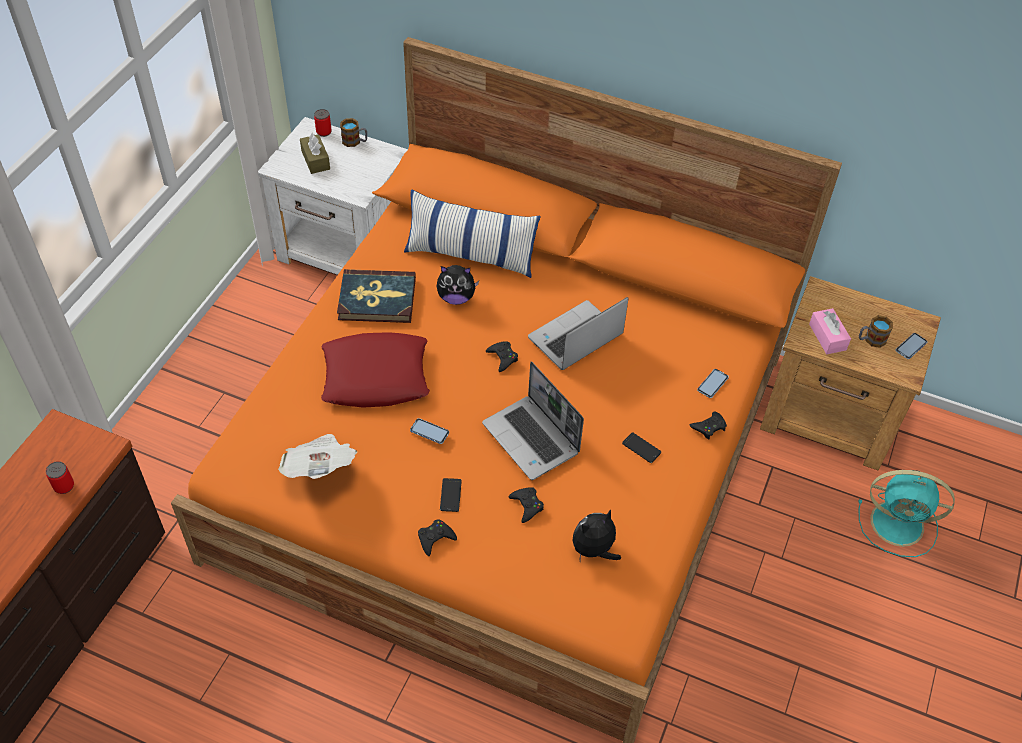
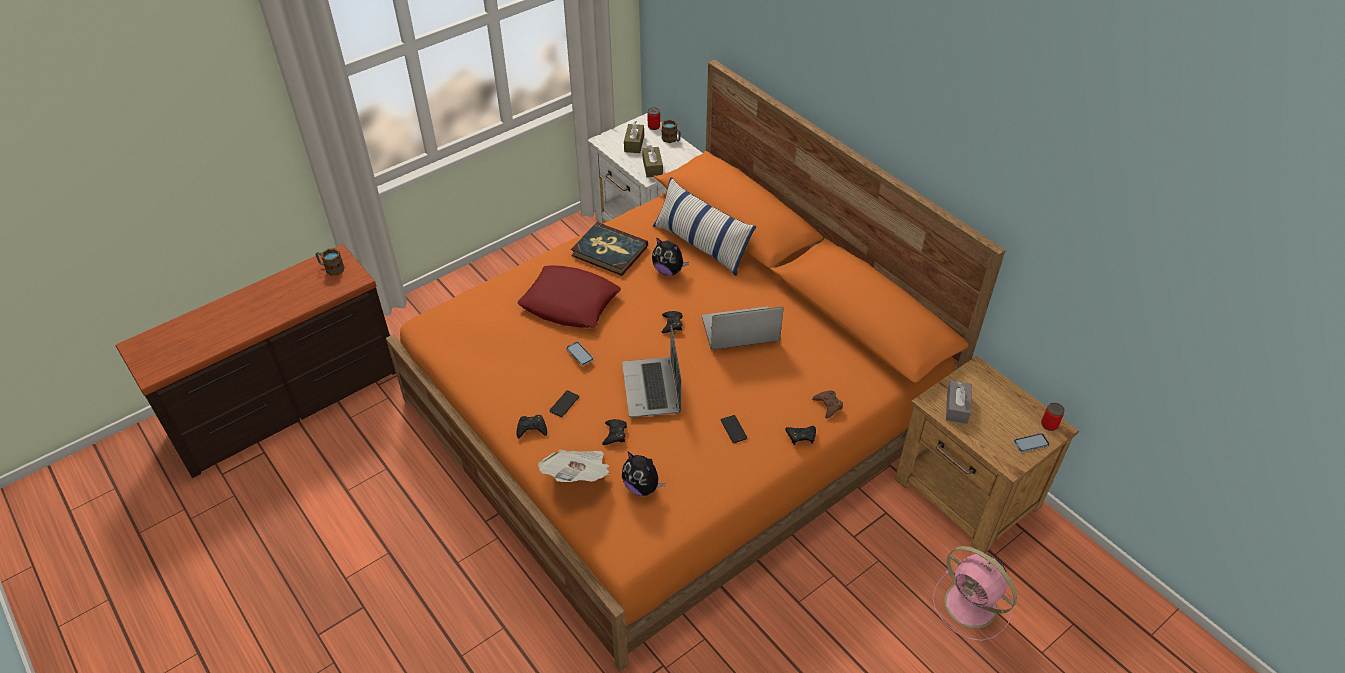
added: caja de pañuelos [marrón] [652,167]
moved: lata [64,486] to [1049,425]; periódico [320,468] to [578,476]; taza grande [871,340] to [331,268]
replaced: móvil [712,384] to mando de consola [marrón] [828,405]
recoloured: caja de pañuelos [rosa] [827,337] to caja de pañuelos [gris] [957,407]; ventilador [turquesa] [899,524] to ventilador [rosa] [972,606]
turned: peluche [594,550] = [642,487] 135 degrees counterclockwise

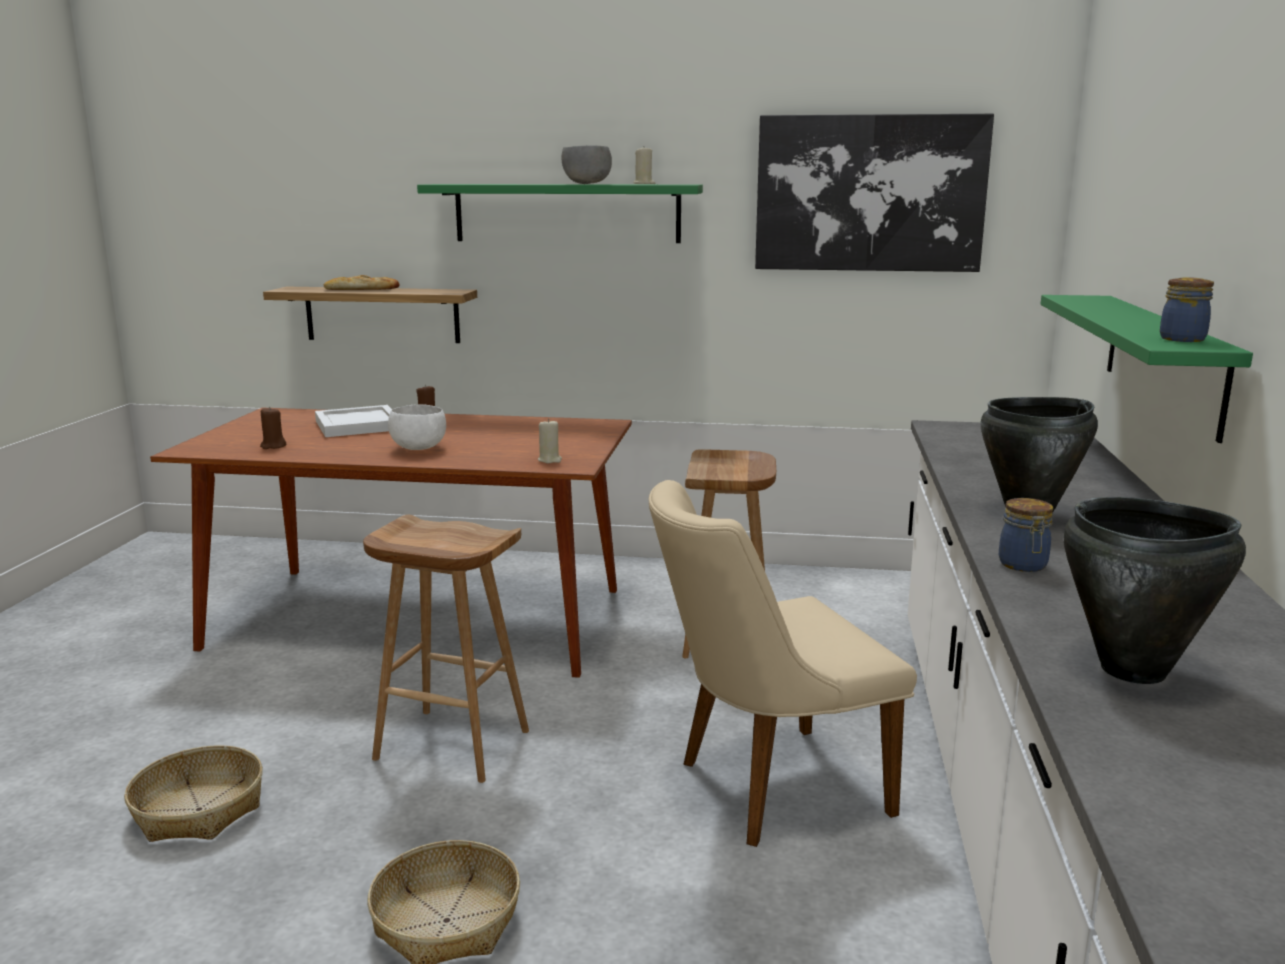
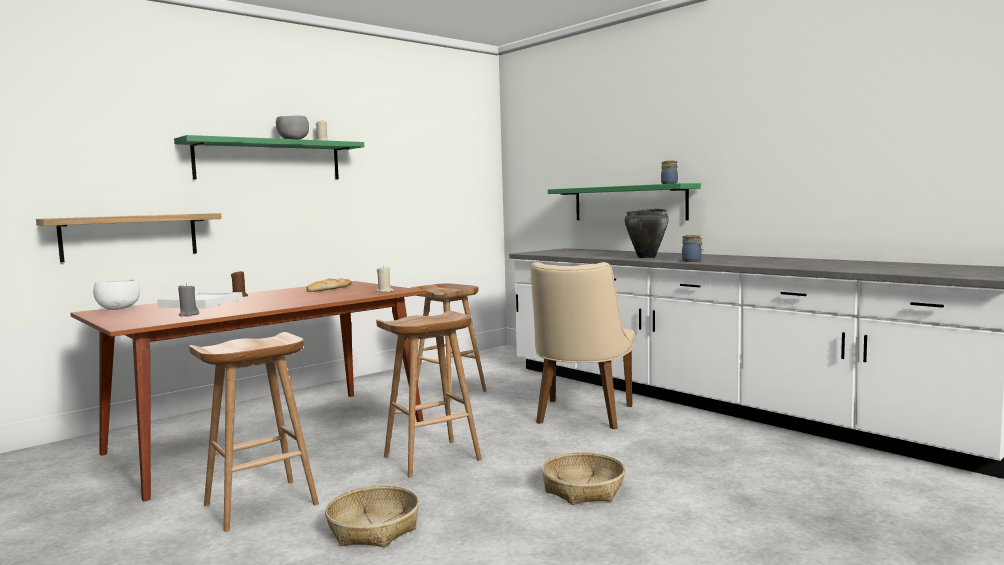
removed: cuadro [869,193]; olla [negro] [1134,671]
added: taburete [marrón] [260,505]
moved: pan [362,289] to [329,289]; cuenco [blanco] [418,448] to [117,309]
recoloured: vela [marrón] [273,446] to vela [gris] [188,315]

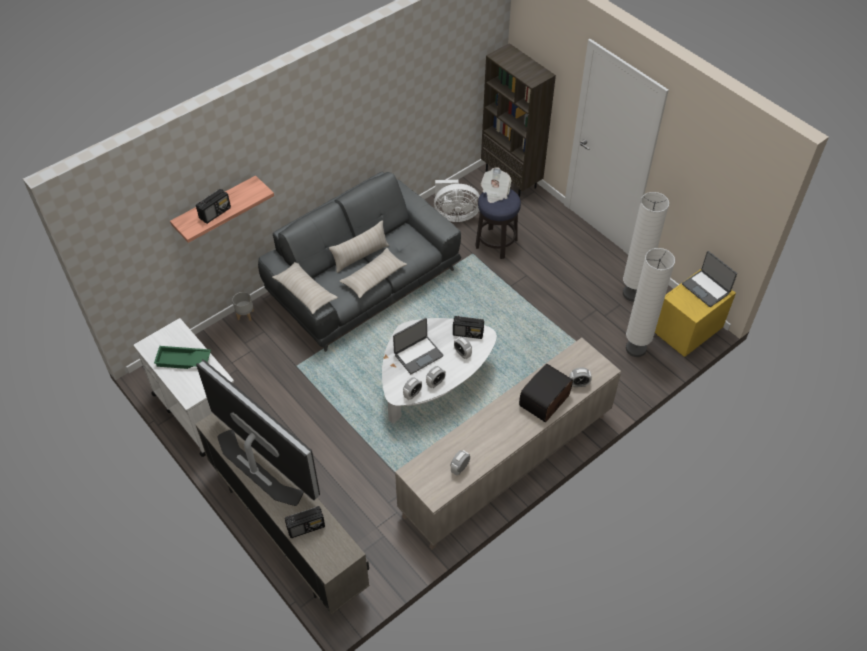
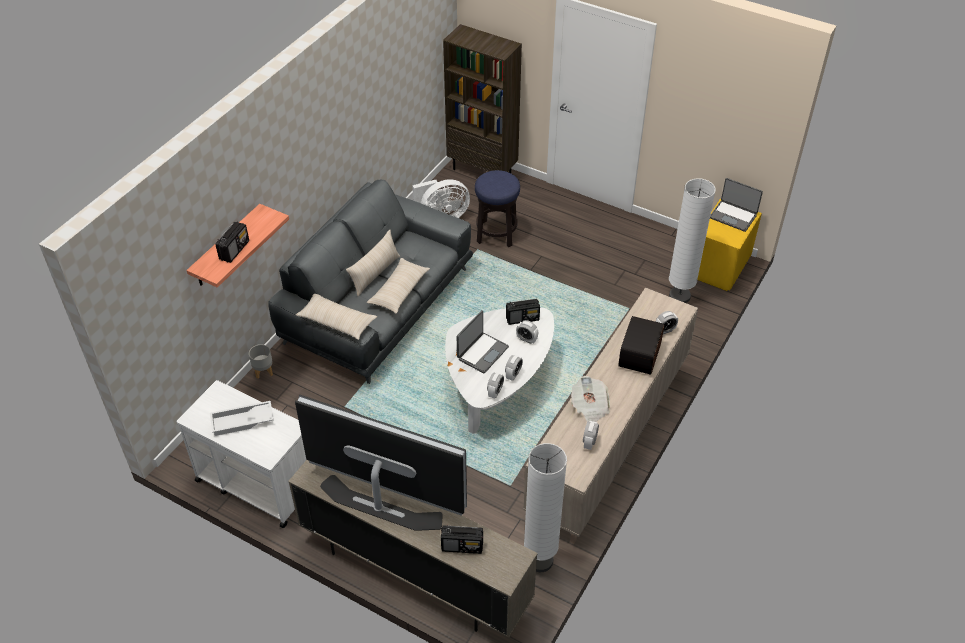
moved: periódico [495,192] to [590,407]; lámpara de pie [blanco] [632,294] to [540,560]
recoloured: bandeja [verde] [183,361] to bandeja [blanco] [242,422]
turned: radio [306,527] = [462,546] 45 degrees clockwise

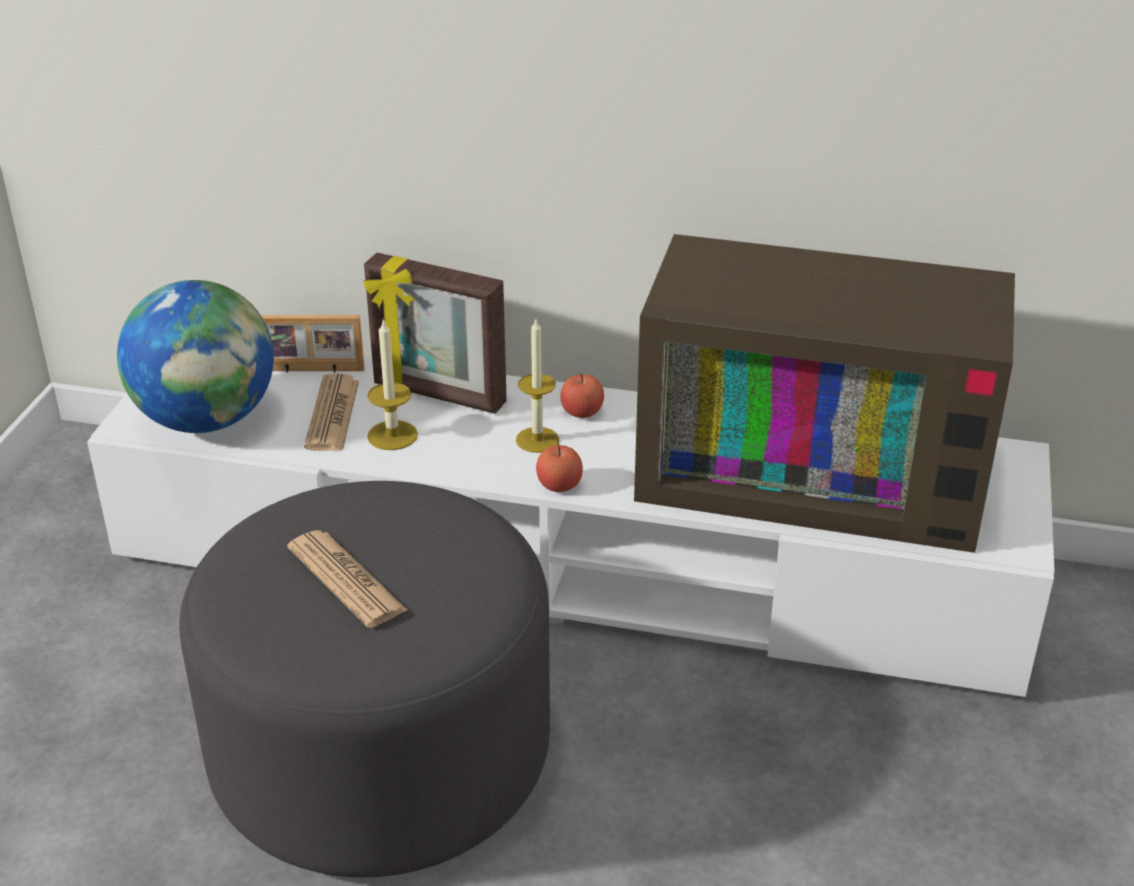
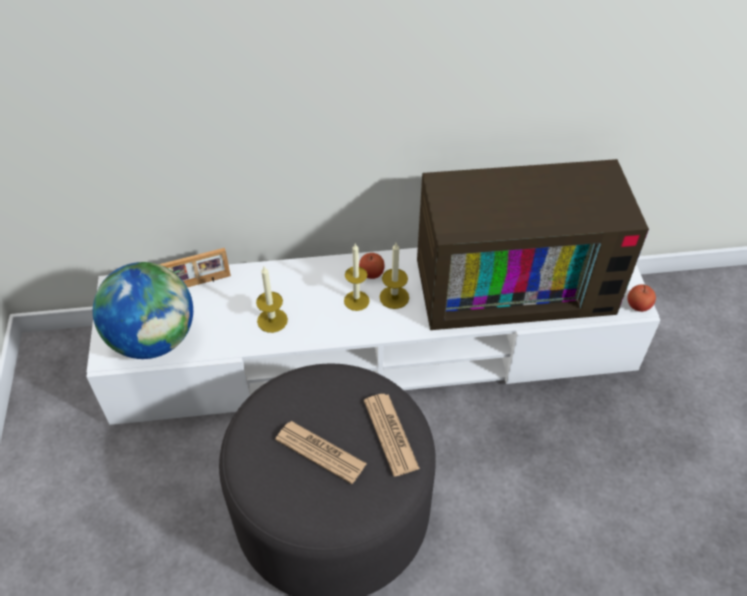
removed: portarretratos [438,395]
added: vela [394,297]
moved: periódico [332,414] to [390,434]; manzana [559,485] to [638,305]

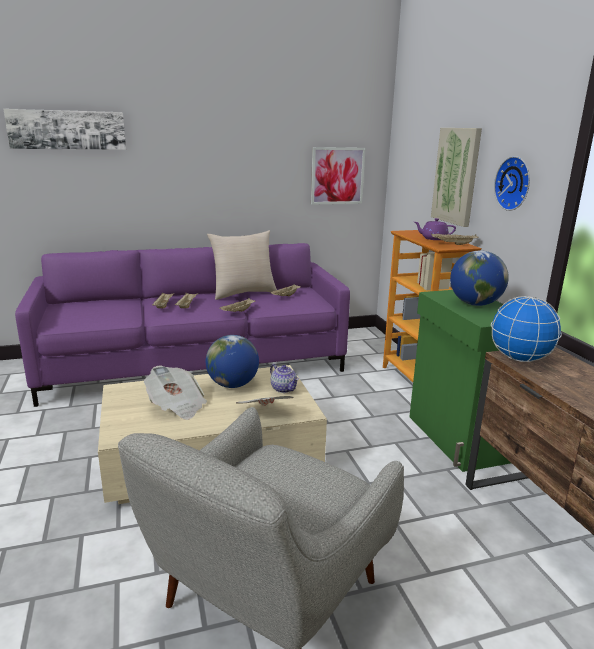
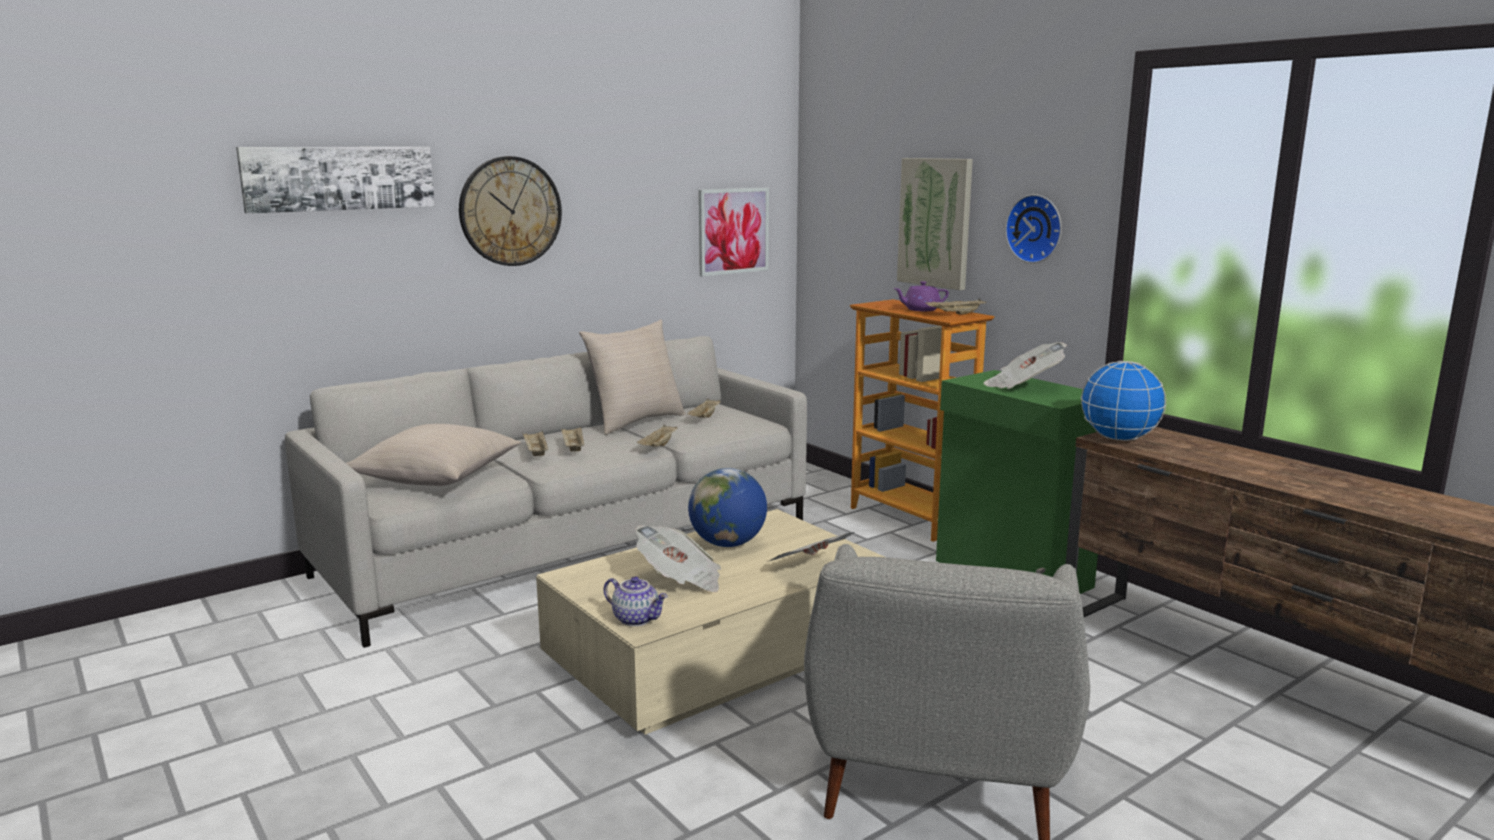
added: cojín [beis] [437,477]; reloj de pared [510,211]
moved: tetera [284,389] to [637,619]
replaced: globo terráqueo [475,304] to periódico [1023,386]
recoloured: sofá [morado] [194,365] to sofá [gris] [572,548]

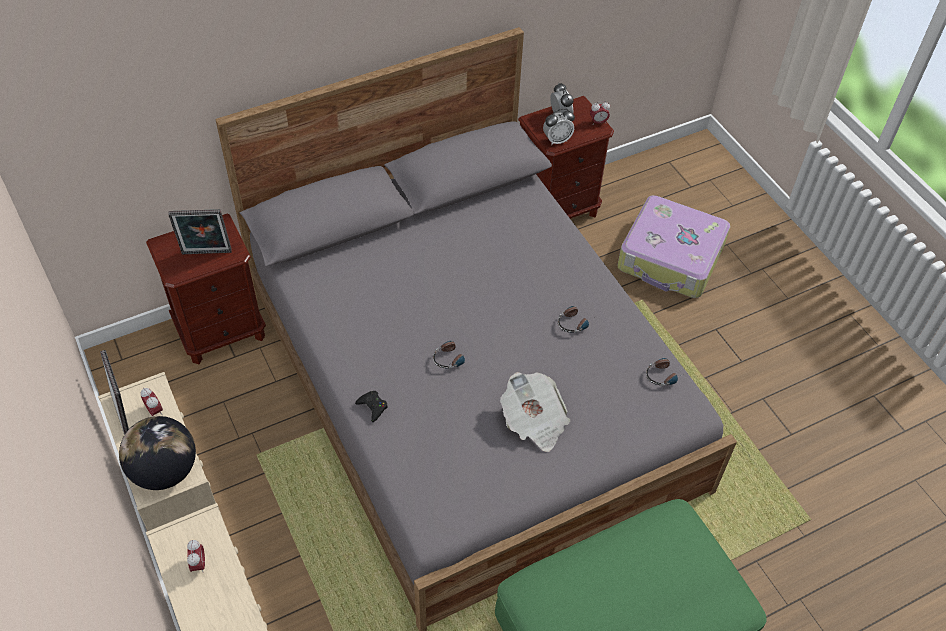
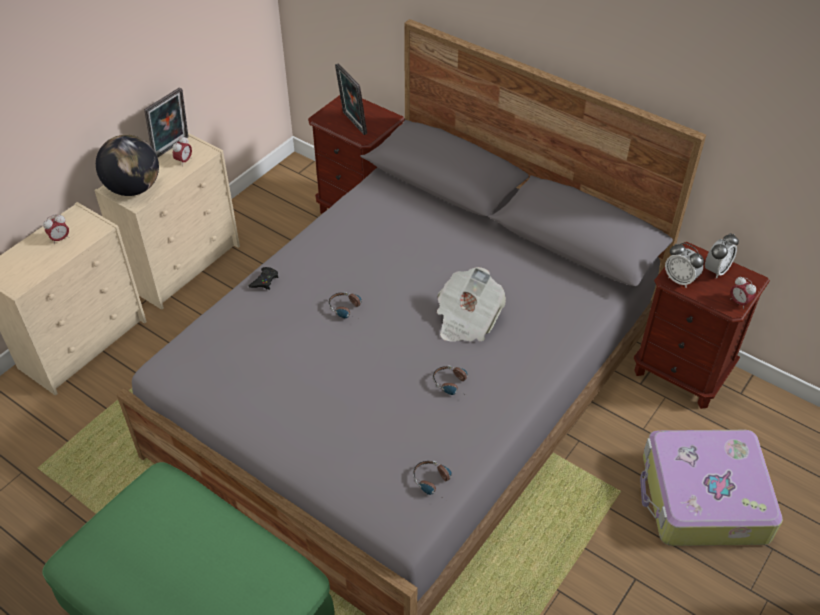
moved: periódico [534,421] to [467,319]

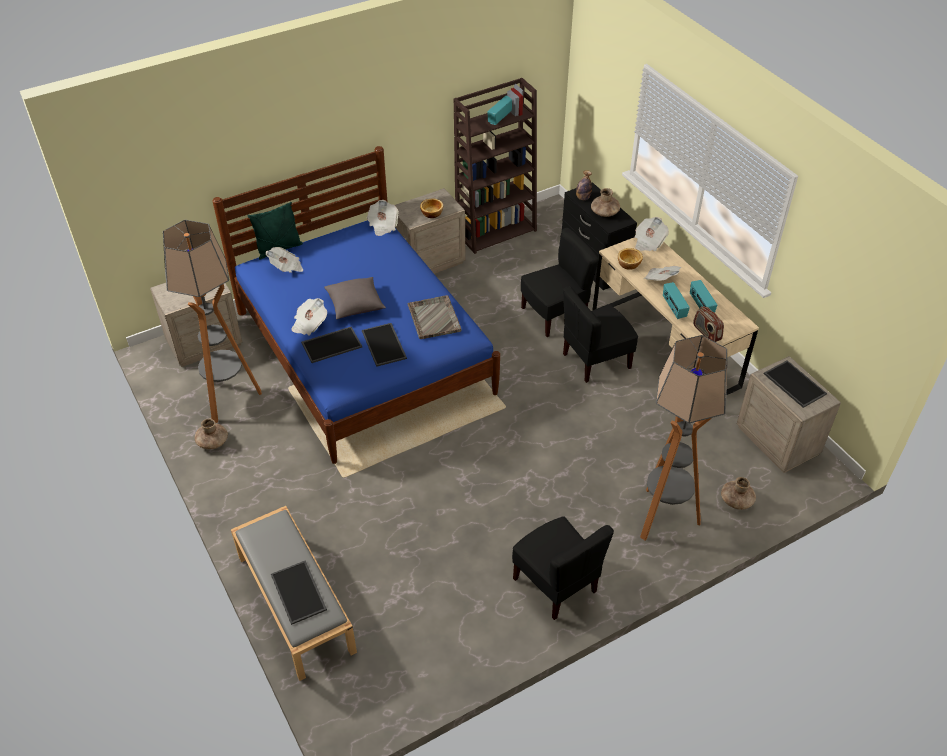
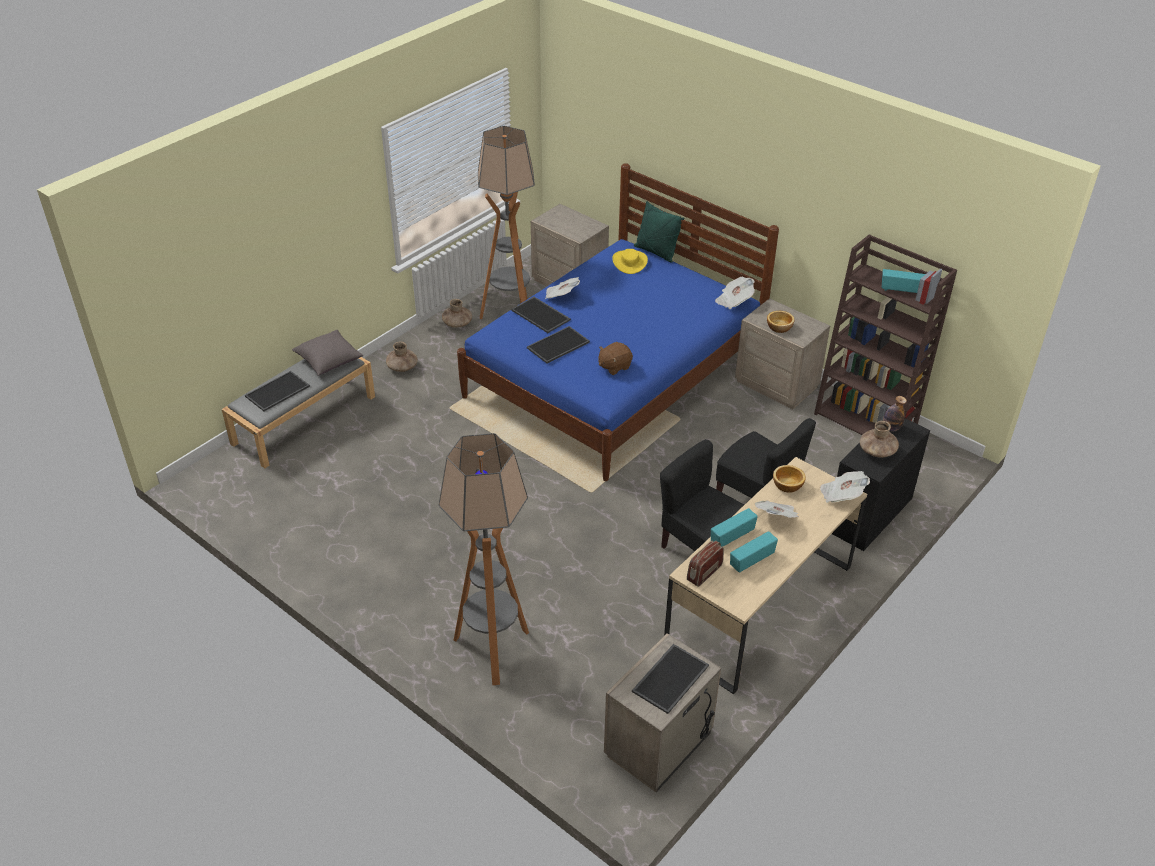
removed: silla [negro] [556,584]
moved: cojín [gris] [355,306] to [328,361]; florero [marrón] [736,500] to [402,367]
replaced: periódico [286,267] to sombrero [amarillo] [630,262]; bandeja [gris] [434,318] to peluche [marrón] [614,366]

